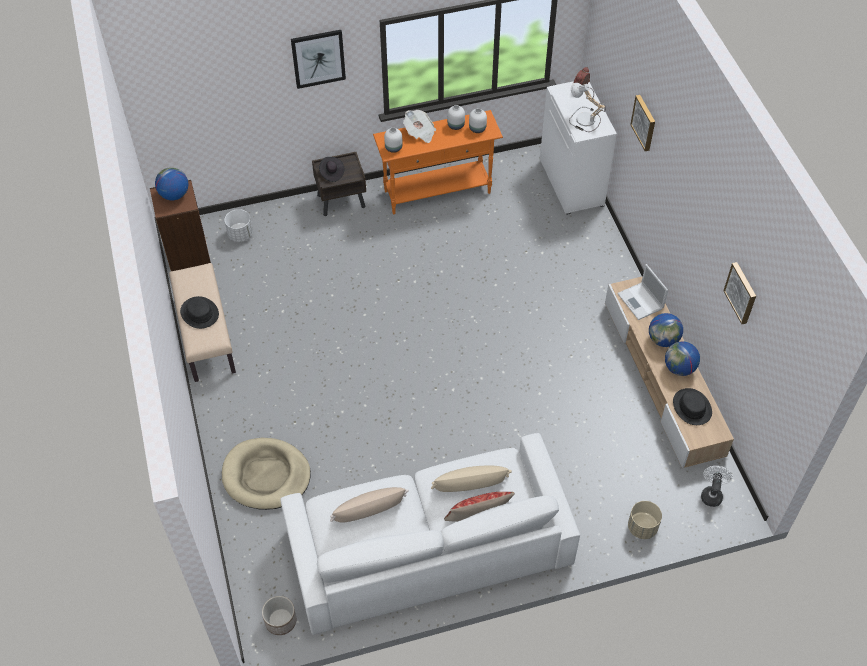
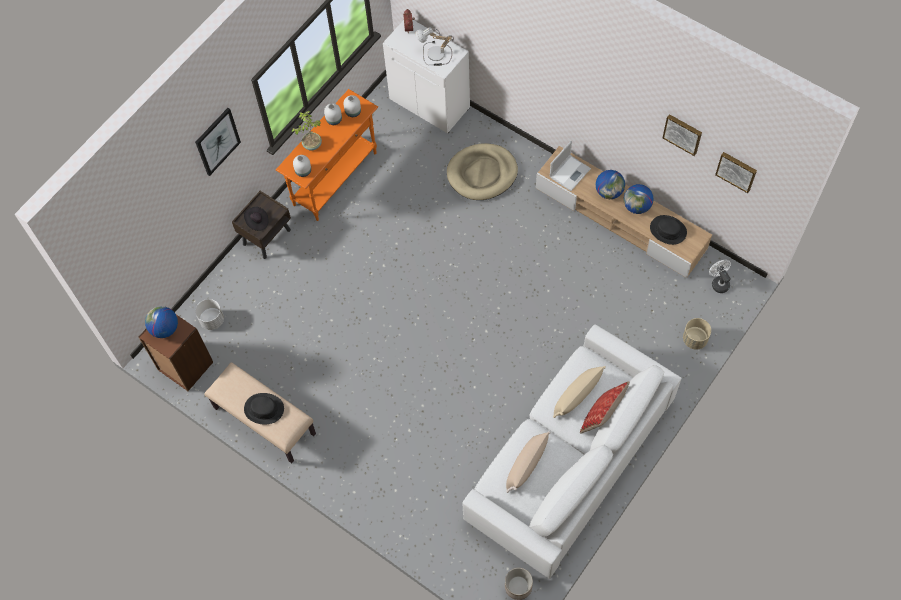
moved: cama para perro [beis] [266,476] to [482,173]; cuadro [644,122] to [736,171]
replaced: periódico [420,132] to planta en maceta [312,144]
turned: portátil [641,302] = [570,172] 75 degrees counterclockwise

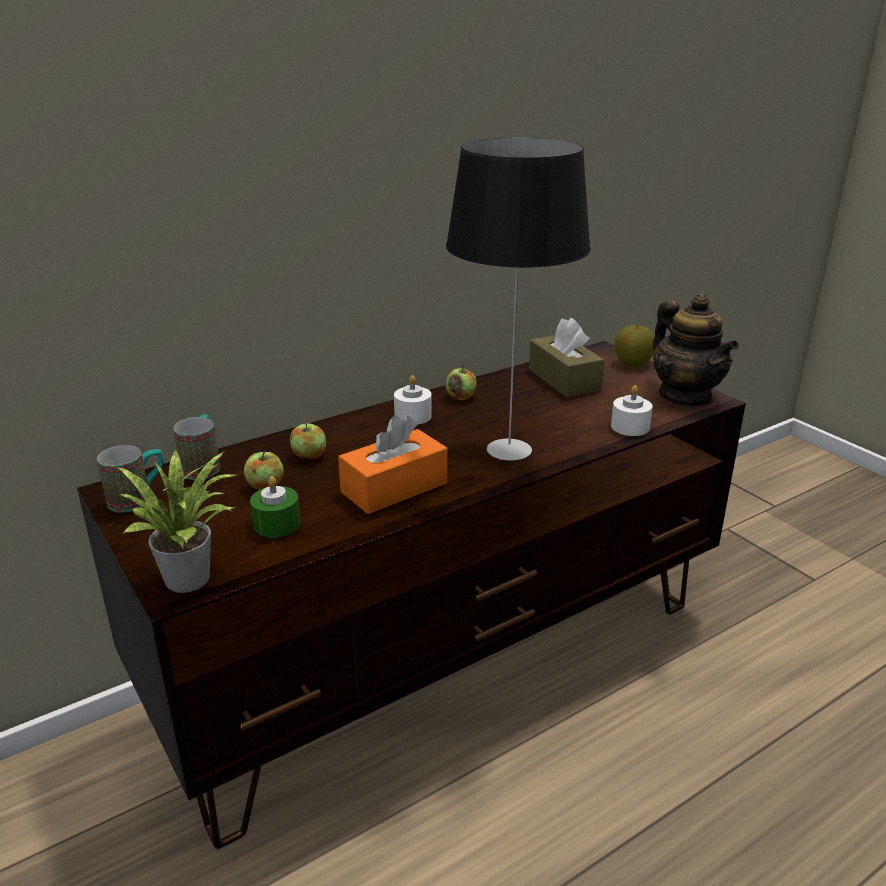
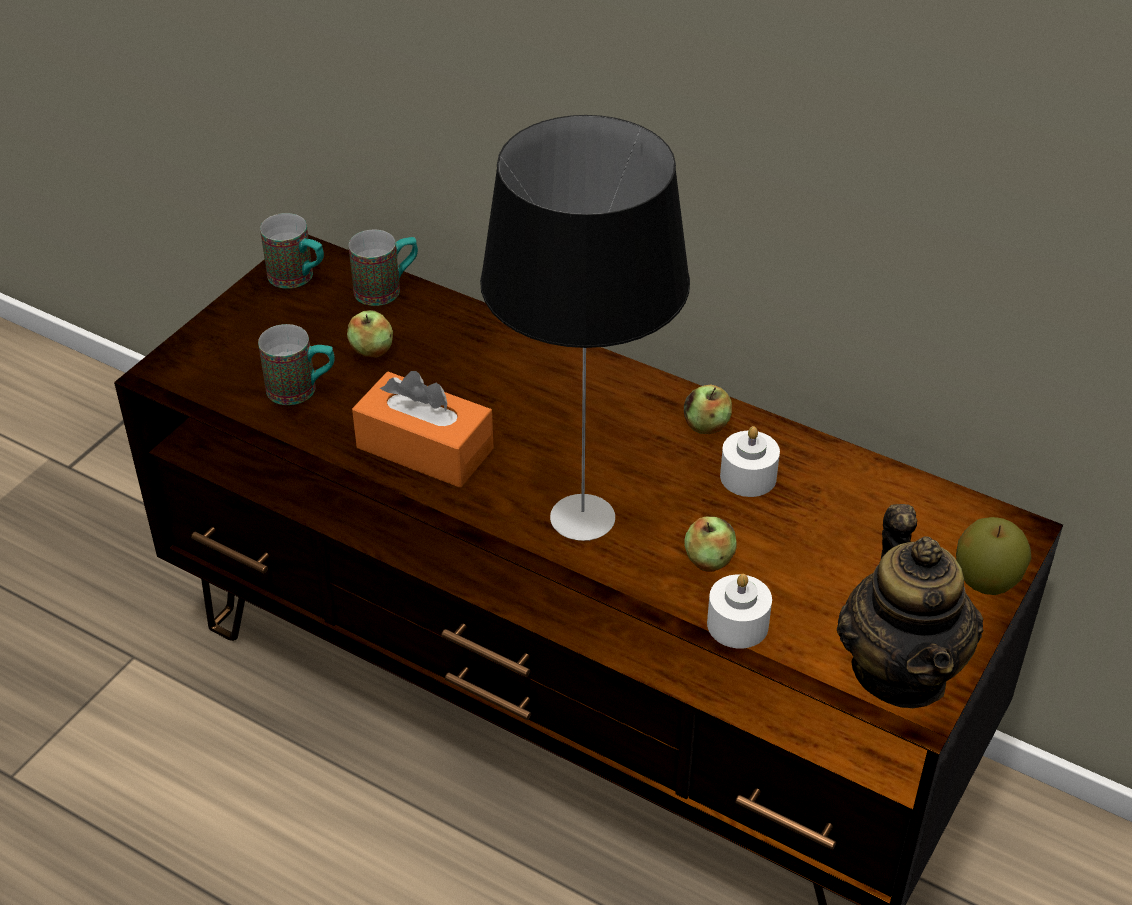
removed: planta en maceta [193,577]; caja de pañuelos [marrón] [564,379]
moved: manzana [309,456] to [709,560]; vela [blanco] [413,416] to [748,477]
replaced: vela [verde] [276,524] to taza grande [302,390]
turned: tetera [686,396] = [901,671] 45 degrees counterclockwise

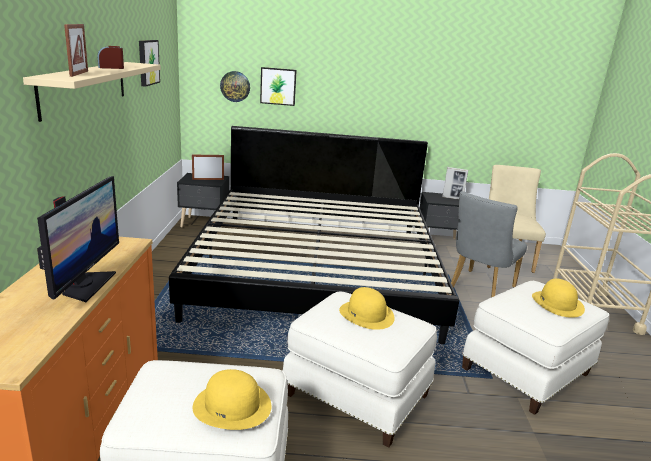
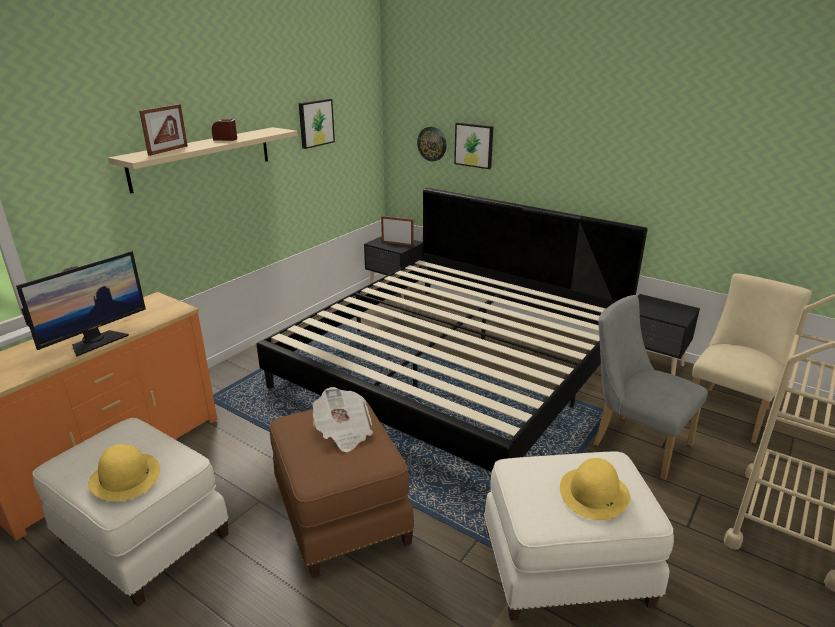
removed: portarretratos [452,198]
replaced: sombrero [amarillo] [366,314] to periódico [343,432]
recoloured: puf [blanco] [356,396] to puf [marrón] [340,515]
turned: silla [gris] [479,289] = [634,442] 60 degrees clockwise

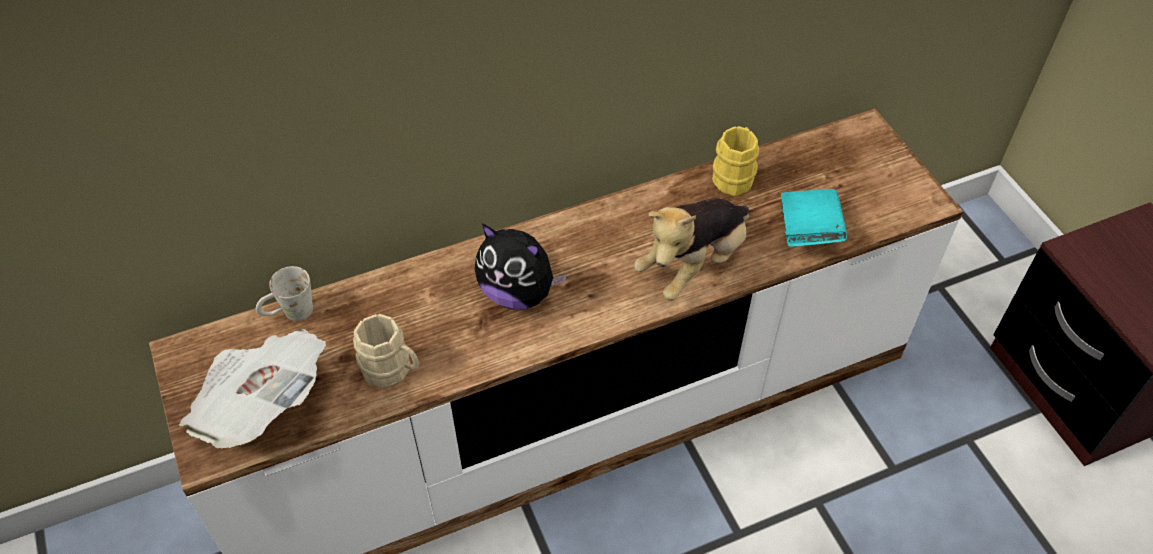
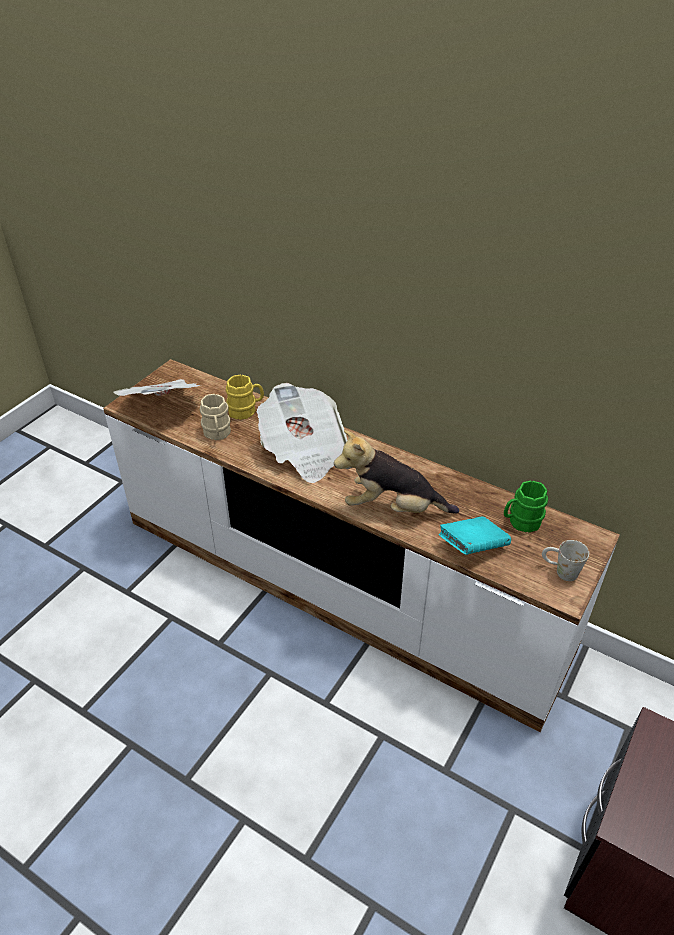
added: taza grande [verde] [521,522]
moved: taza grande [blanco] [289,314] to [559,571]; taza grande [amarillo] [734,175] to [246,410]
replaced: peluche [518,293] to periódico [304,451]

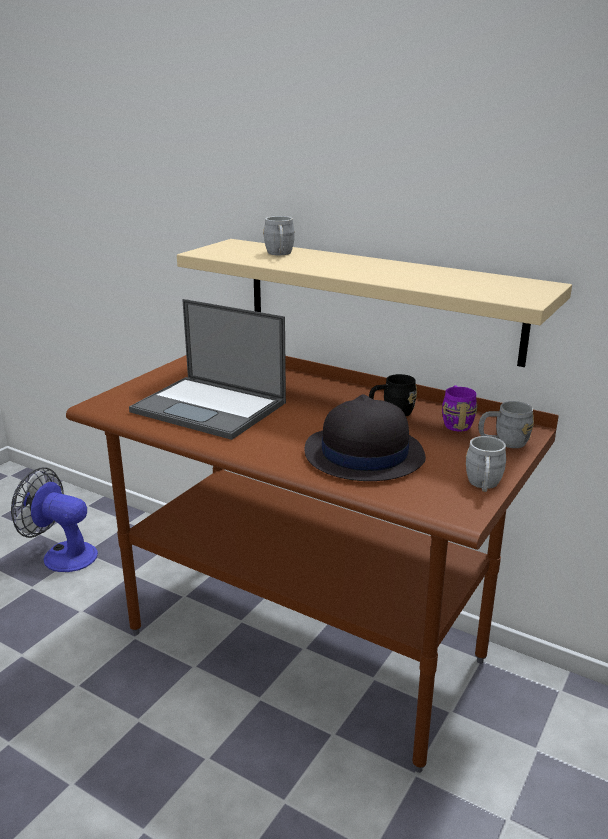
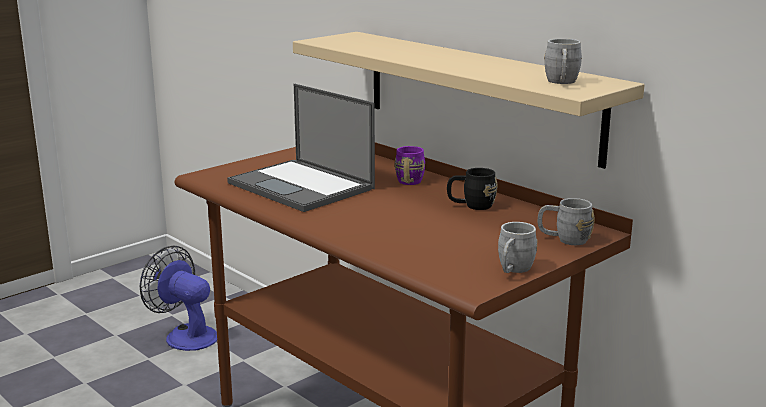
removed: sombrero [negro] [363,454]
moved: taza grande [gris] [279,254] to [561,82]; taza grande [morado] [456,422] to [411,179]

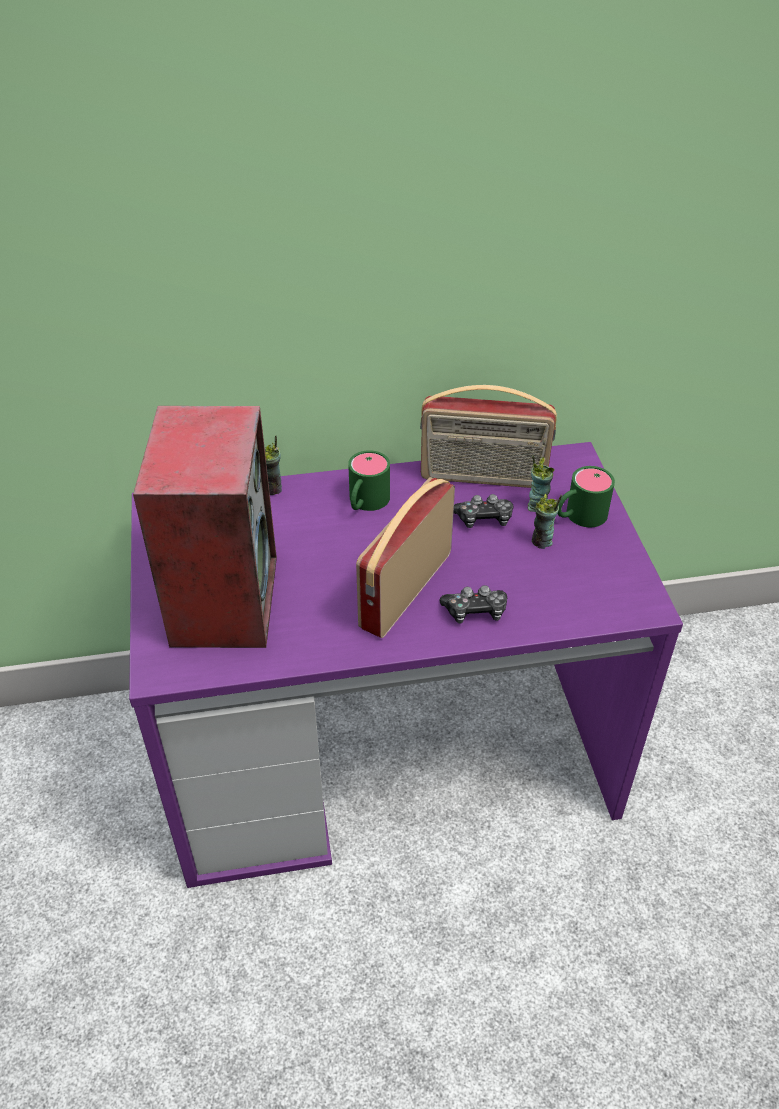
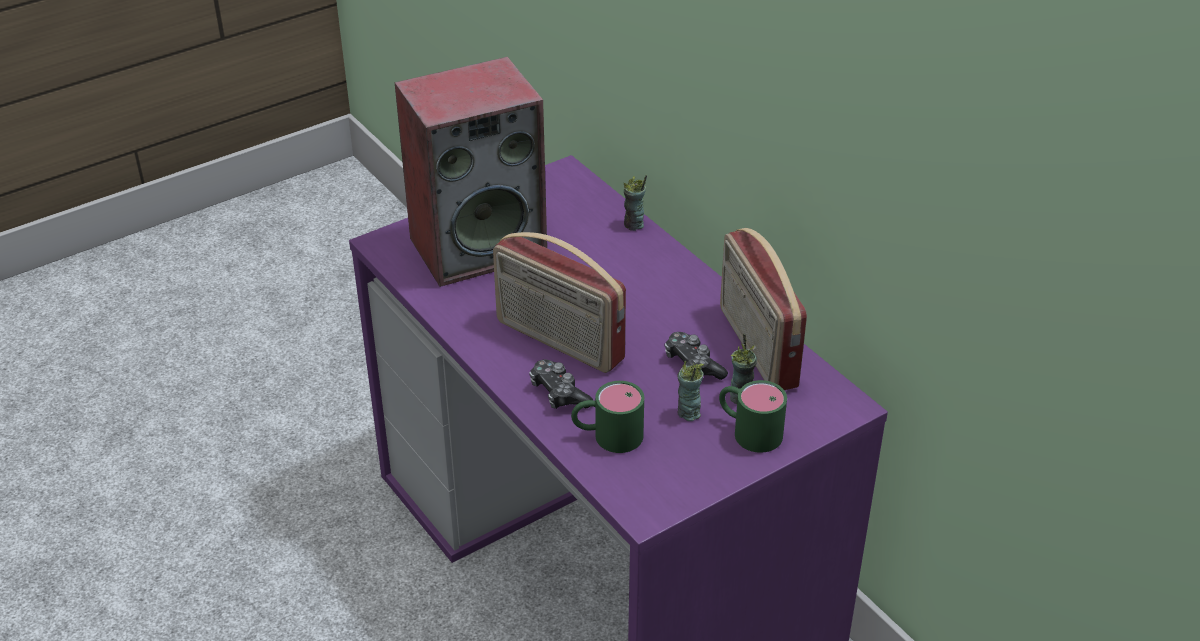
moved: taza grande [verde] [365,503] to [607,436]
turned: radio [404,589] = [558,342] 150 degrees counterclockwise

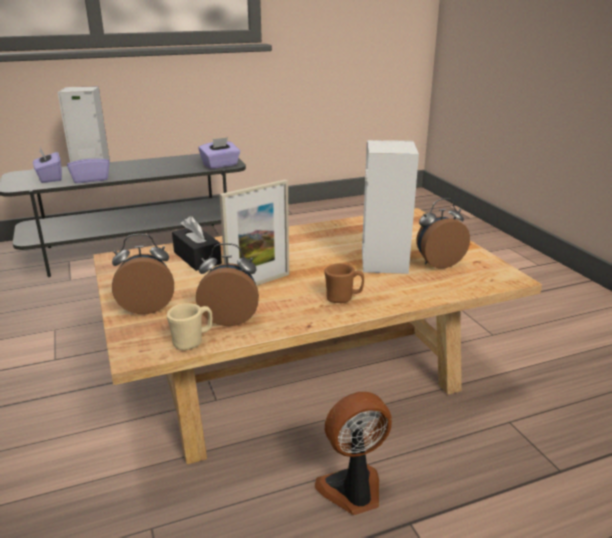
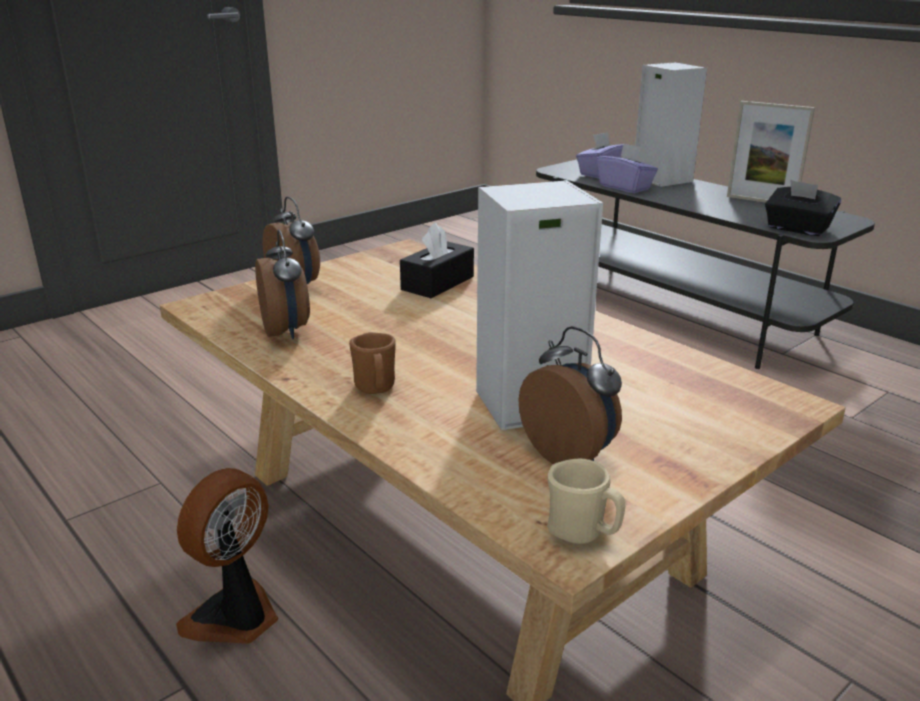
moved: taza grande [beis] [192,341] to [583,533]; portarretratos [258,283] to [761,201]
recoloured: caja de pañuelos [morado] [220,165] to caja de pañuelos [negro] [797,229]
turned: ventilador [353,491] = [235,617] 105 degrees counterclockwise

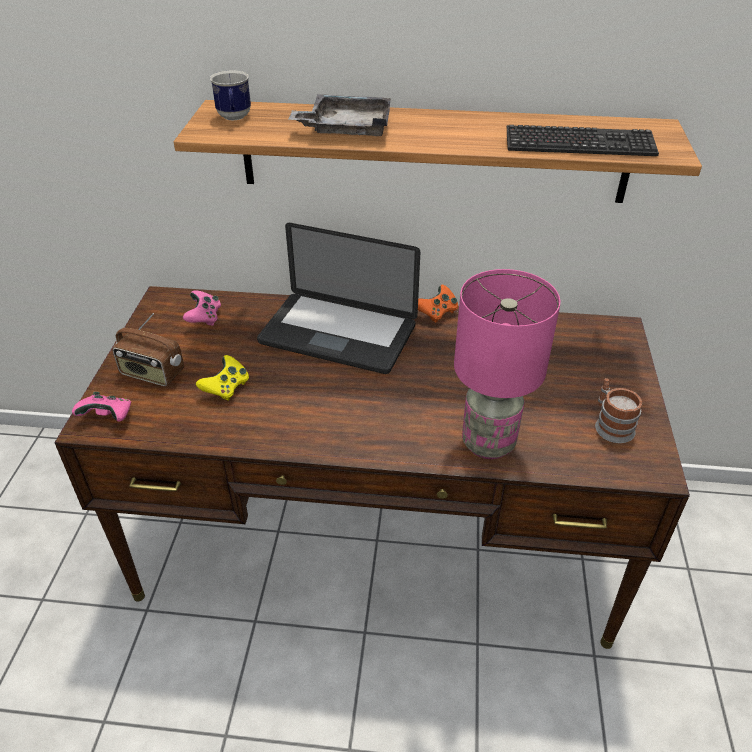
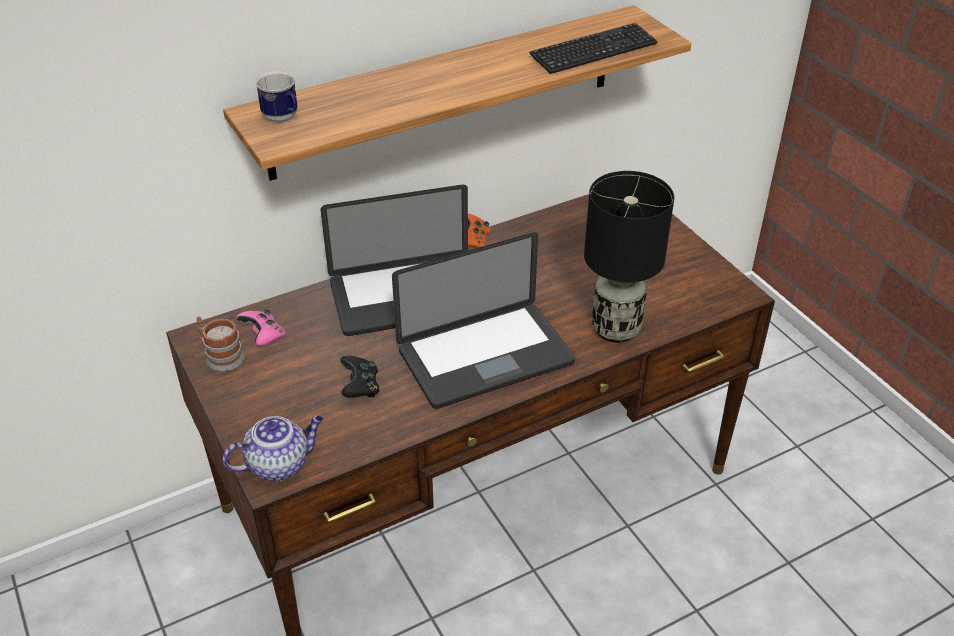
removed: radio [152,374]; bandeja [gris] [346,128]
added: portátil [485,357]
moved: taza grande [611,425] to [220,356]
replaced: mando de consola [rosa] [108,417] to tetera [279,464]
recoloured: mando de consola [amarillo] [226,388] to mando de consola [negro] [360,388]; lámpara de mesa [rosa] [488,442] to lámpara de mesa [negro] [615,328]

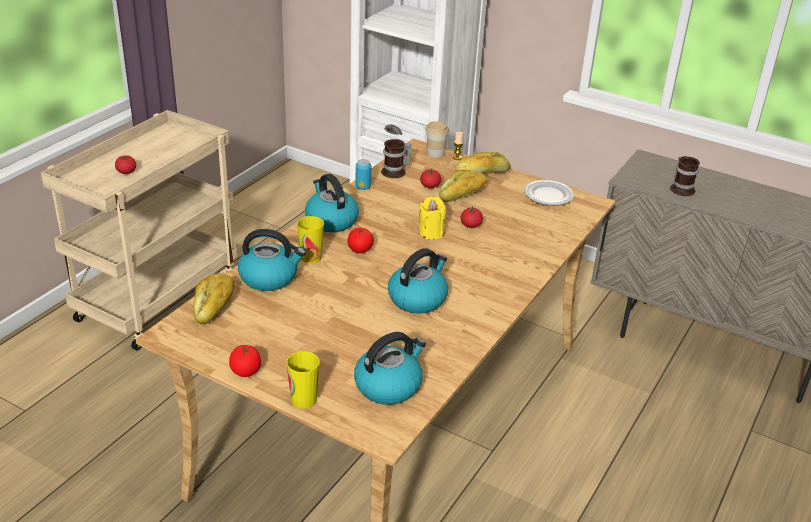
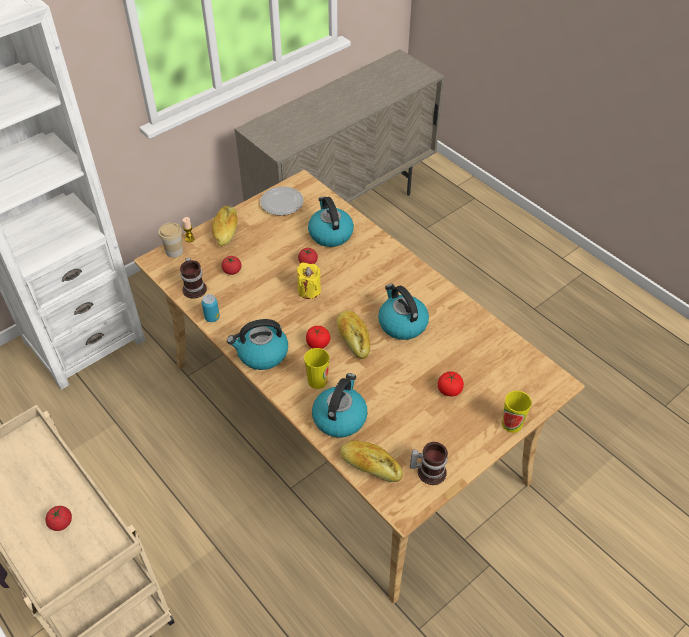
moved: tomate [246,371] to [449,390]; hervidor [388,385] to [330,234]; pan [463,194] to [353,338]; taza grande [682,188] to [428,470]

